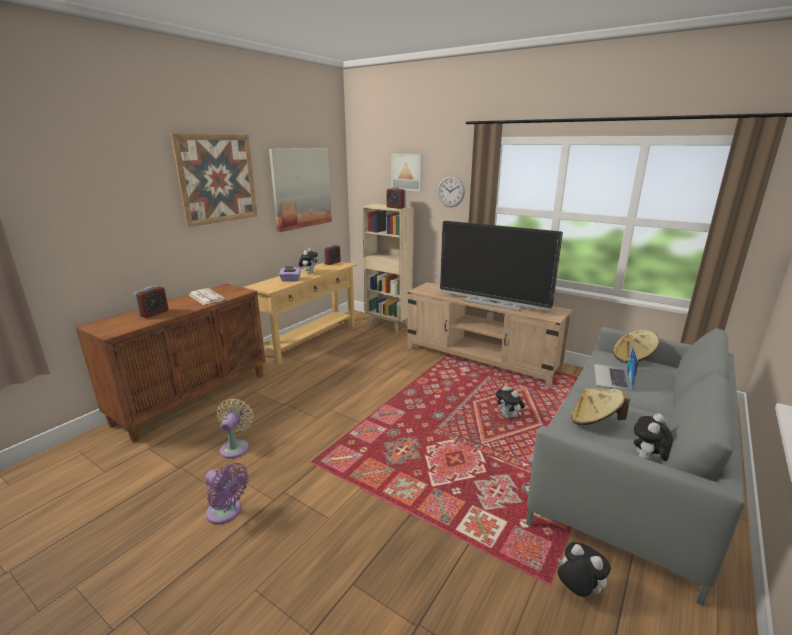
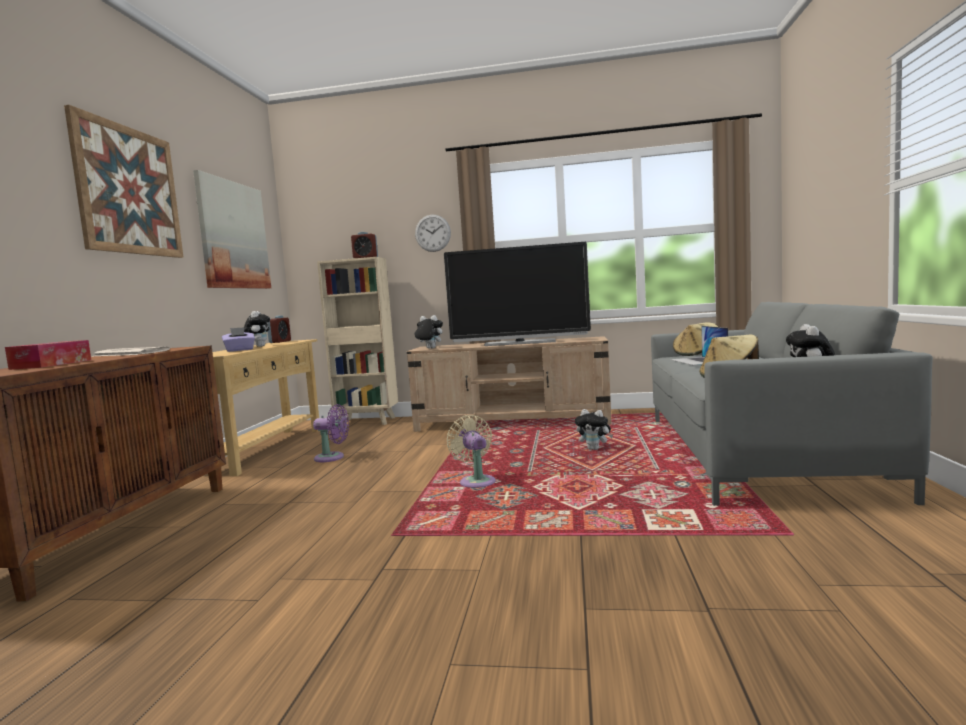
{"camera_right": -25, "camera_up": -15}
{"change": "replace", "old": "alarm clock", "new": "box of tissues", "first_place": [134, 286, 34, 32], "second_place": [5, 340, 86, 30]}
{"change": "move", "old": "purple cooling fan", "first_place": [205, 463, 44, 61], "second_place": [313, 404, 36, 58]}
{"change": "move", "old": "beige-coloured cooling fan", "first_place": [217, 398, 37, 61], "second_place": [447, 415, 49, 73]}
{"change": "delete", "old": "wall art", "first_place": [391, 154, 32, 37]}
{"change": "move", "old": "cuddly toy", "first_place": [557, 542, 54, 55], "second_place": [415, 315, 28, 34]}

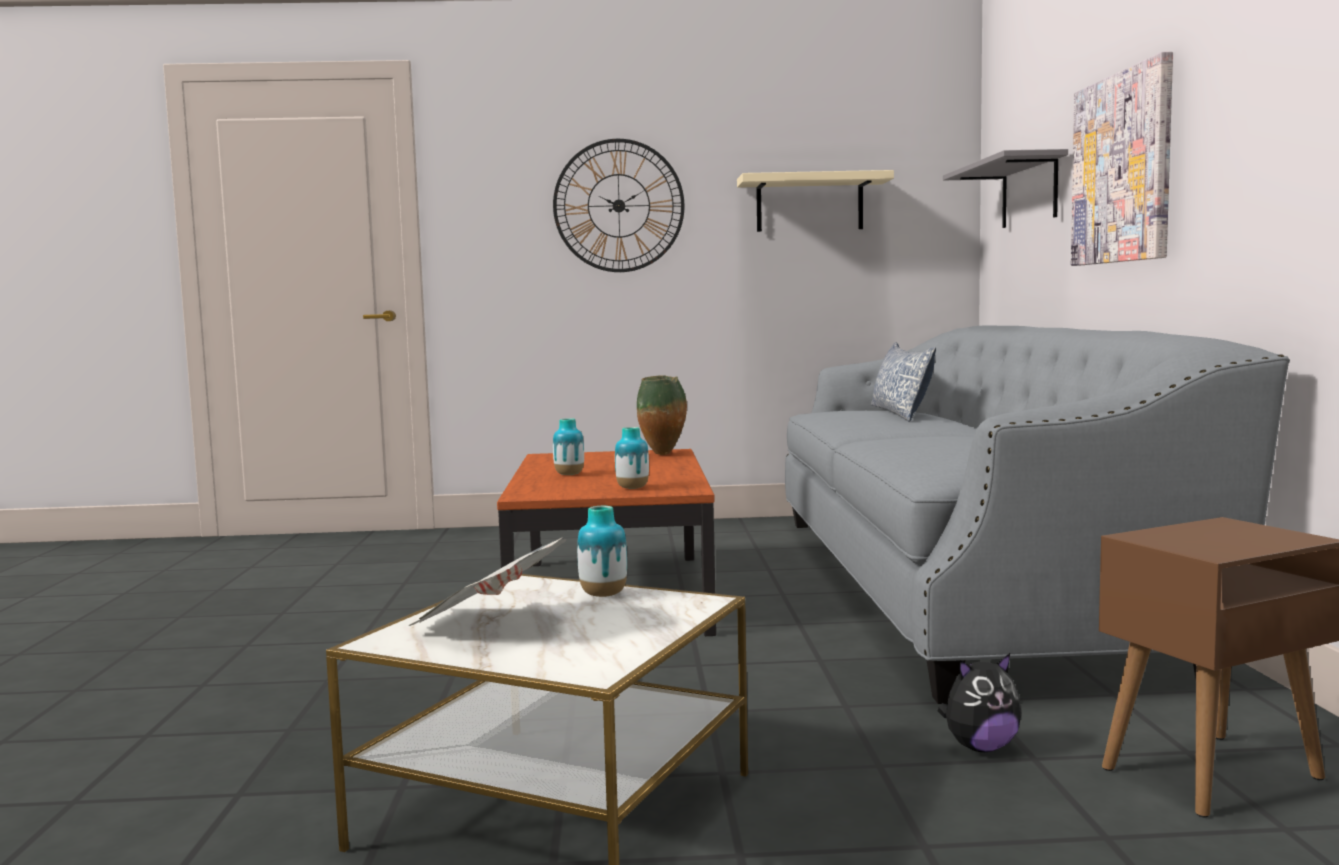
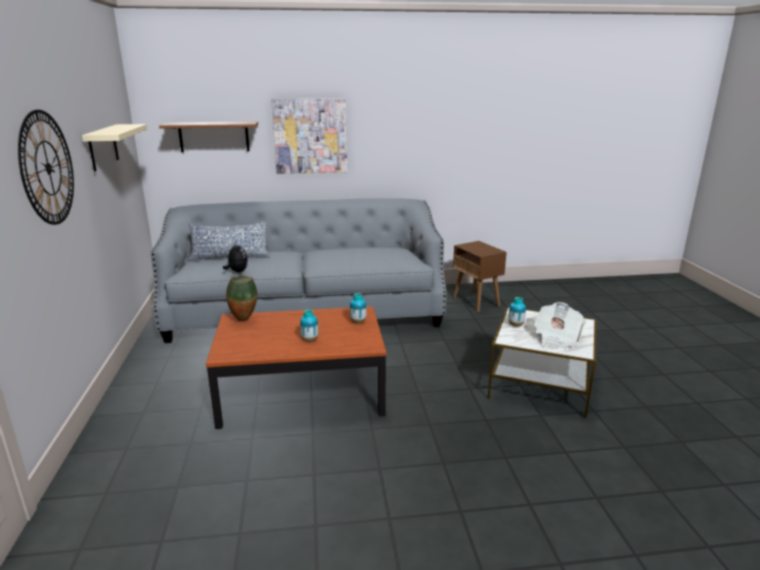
{"camera_right": -95, "camera_up": 15}
{"change": "move", "old": "cuddly toy", "first_place": [938, 653, 84, 99], "second_place": [223, 241, 25, 31]}
{"change": "recolor", "old": "grey shelf", "new": "brown-coloured shelf", "first_place": [943, 149, 125, 79], "second_place": [159, 121, 99, 31]}

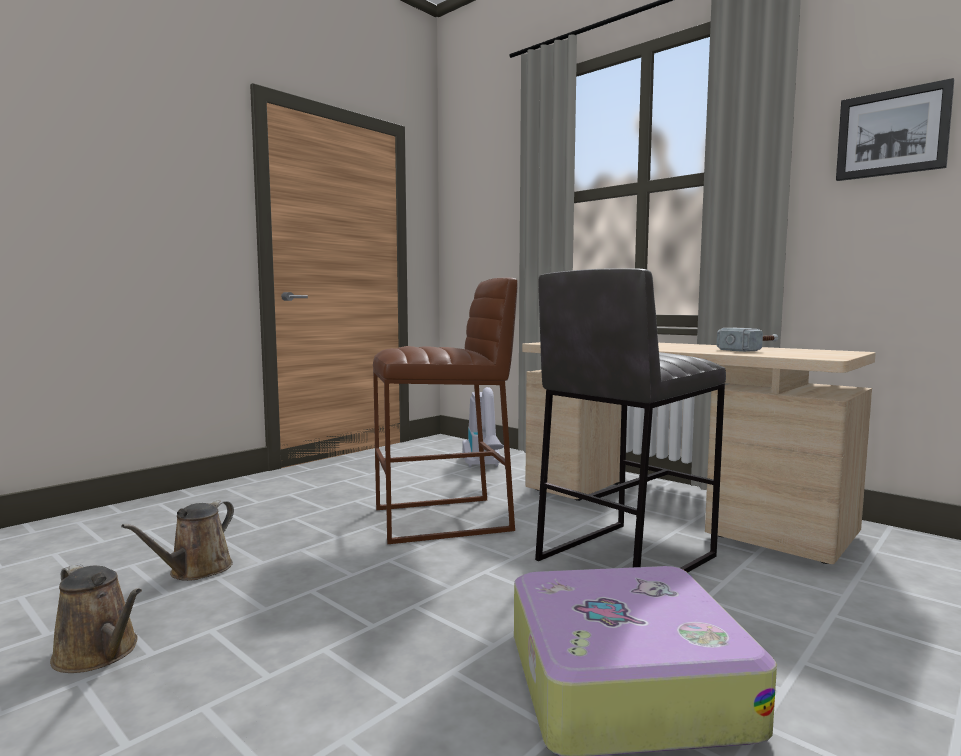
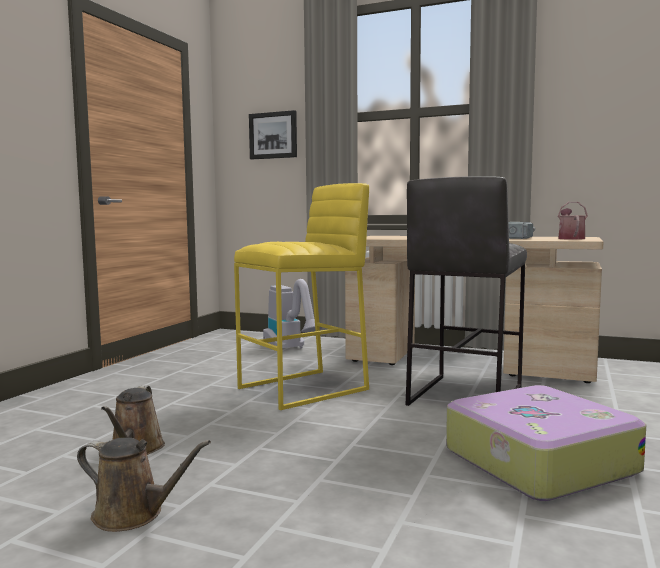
{"camera_right": -20, "camera_up": 0}
{"change": "recolor", "old": "brown-coloured stool seat", "new": "yellowish stool seat", "first_place": [373, 278, 144, 266], "second_place": [234, 183, 135, 227]}
{"change": "move", "old": "wall art", "first_place": [836, 78, 118, 103], "second_place": [249, 110, 48, 49]}
{"change": "insert", "new": "watering pot", "second_place": [558, 202, 30, 38]}

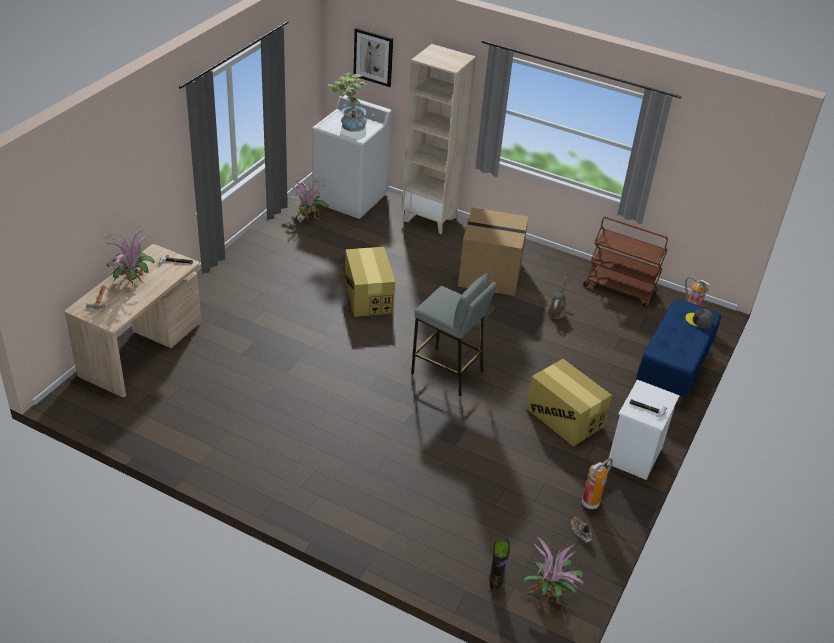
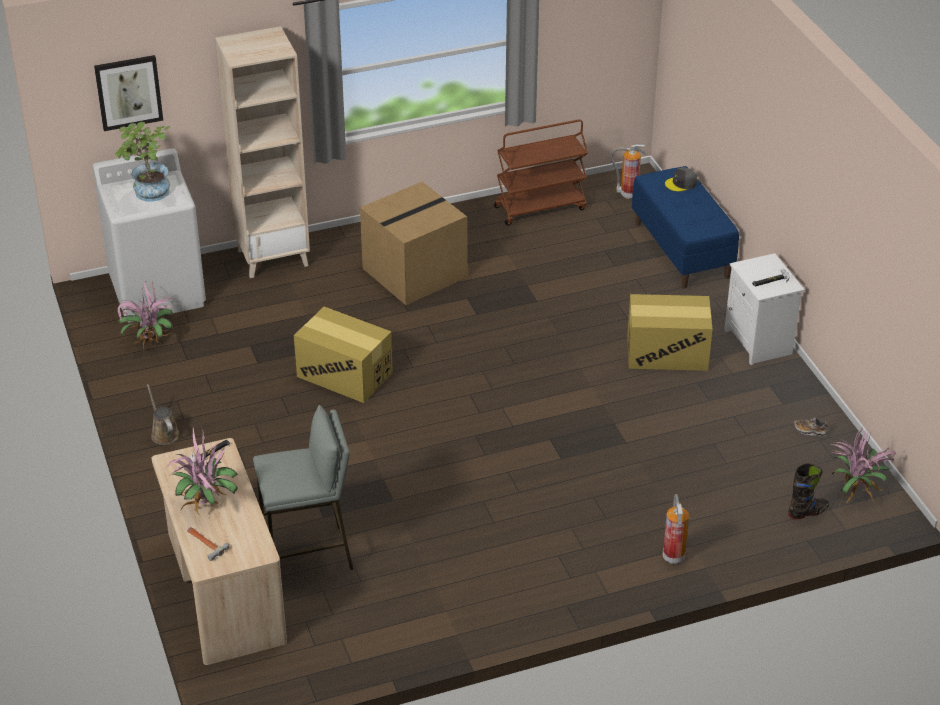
{"camera_right": -45, "camera_up": 0}
{"change": "move", "old": "grey stool seat", "first_place": [411, 273, 86, 124], "second_place": [253, 405, 101, 165]}
{"change": "rotate", "old": "black tall boot", "first_place": [489, 539, 21, 52], "second_place": [788, 463, 41, 56], "degrees": 105}
{"change": "move", "old": "brown-coloured watering pot", "first_place": [546, 276, 21, 43], "second_place": [147, 384, 32, 61]}
{"change": "move", "old": "fire extinguisher", "first_place": [582, 458, 31, 51], "second_place": [663, 494, 27, 70]}

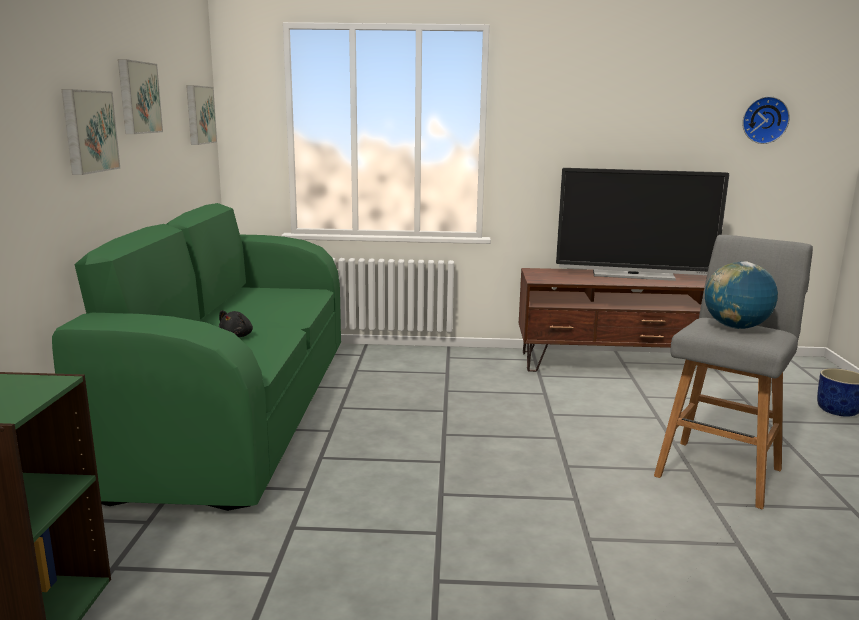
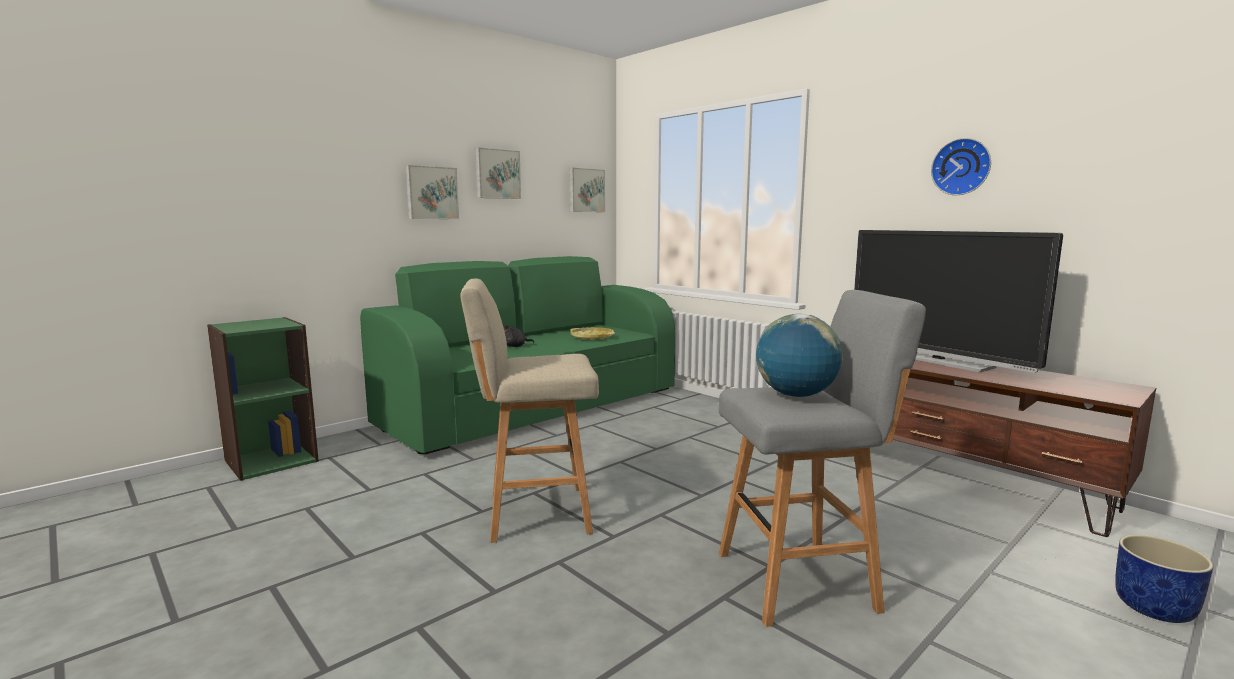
{"camera_right": 45, "camera_up": -5}
{"change": "move", "old": "wall clock", "first_place": [742, 96, 48, 48], "second_place": [931, 138, 60, 57]}
{"change": "insert", "new": "beige-coloured stool seat", "second_place": [460, 279, 139, 264]}
{"change": "insert", "new": "yellowish serving tray", "second_place": [570, 327, 45, 14]}

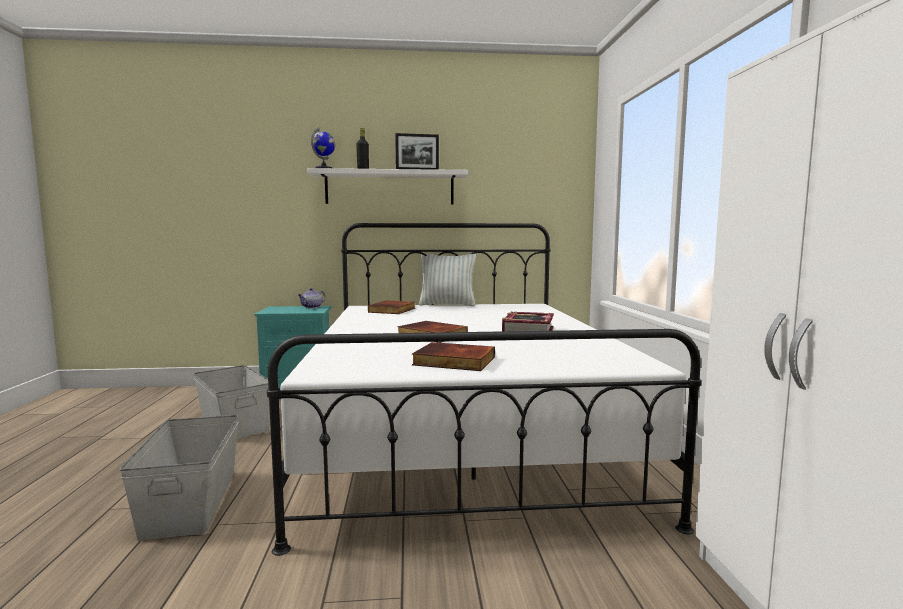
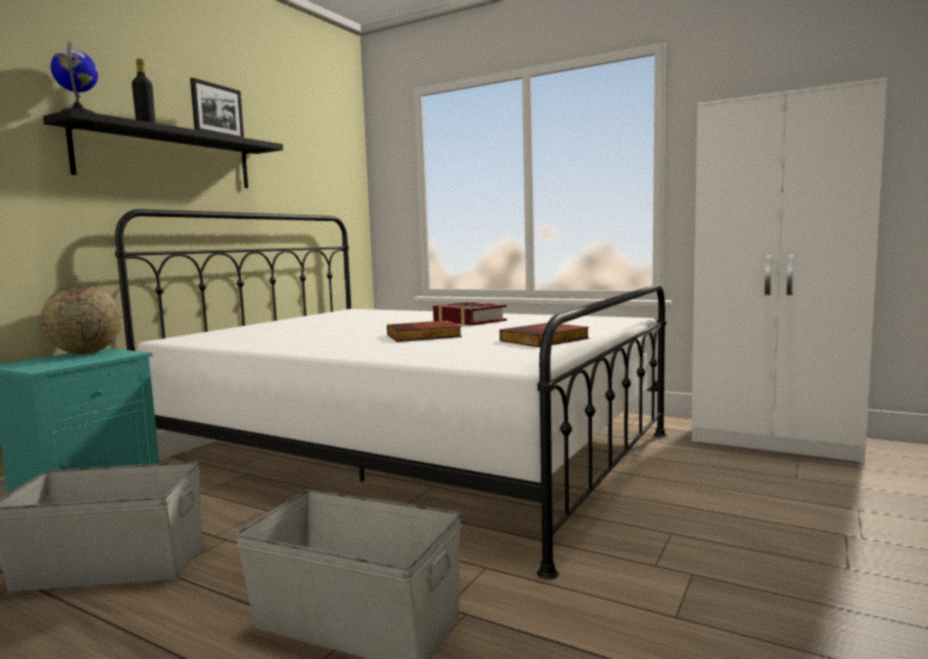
{"camera_right": -55, "camera_up": 0}
{"change": "replace", "old": "tea pot", "new": "world globe", "first_place": [298, 288, 27, 20], "second_place": [41, 285, 81, 69]}
{"change": "recolor", "old": "whitish shelf", "new": "black shelf", "first_place": [307, 168, 161, 37], "second_place": [43, 109, 240, 79]}
{"change": "delete", "old": "volume", "first_place": [368, 301, 47, 13]}
{"change": "delete", "old": "cushion", "first_place": [419, 254, 57, 53]}

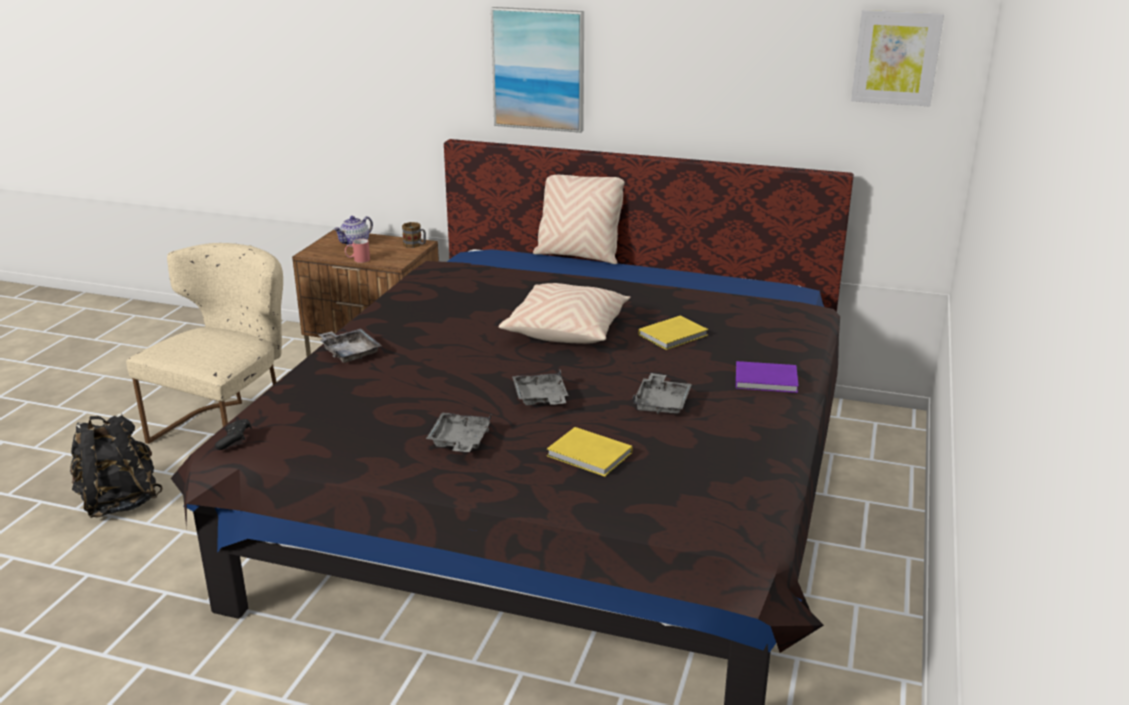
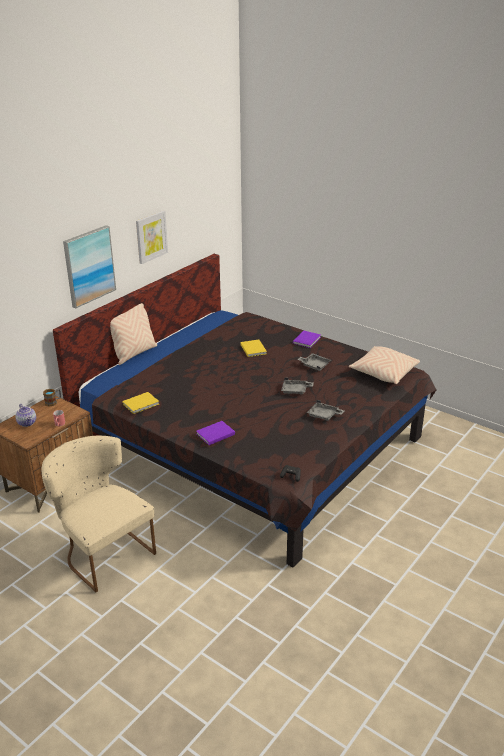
{"camera_right": -70, "camera_up": 5}
{"change": "delete", "old": "black backpack", "first_place": [70, 413, 93, 105]}
{"change": "replace", "old": "grey serving tray", "new": "purple volume", "first_place": [318, 328, 64, 35], "second_place": [196, 421, 39, 24]}
{"change": "move", "old": "beige-coloured cushion", "first_place": [498, 283, 132, 61], "second_place": [349, 346, 71, 38]}
{"change": "move", "old": "yellowish volume", "first_place": [547, 427, 85, 50], "second_place": [122, 392, 37, 22]}
{"change": "move", "old": "wall art", "first_place": [851, 10, 93, 97], "second_place": [136, 211, 32, 53]}

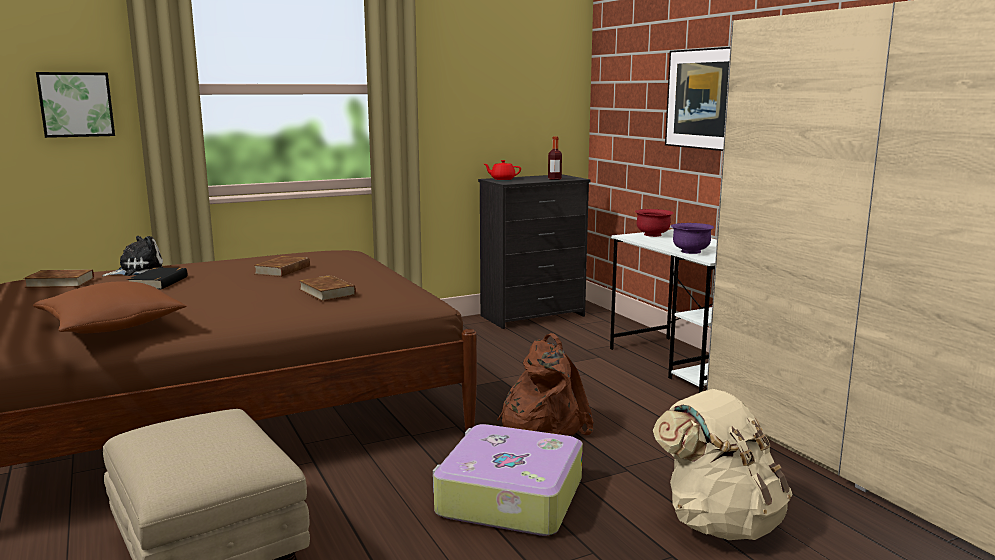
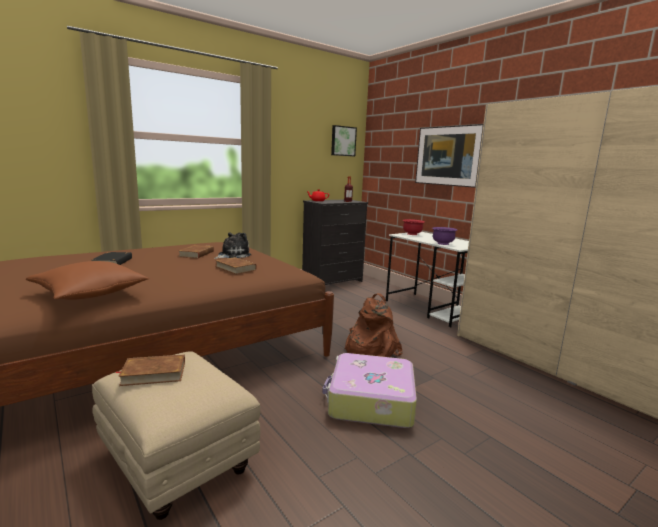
{"camera_right": -10, "camera_up": 0}
{"change": "move", "old": "brown-coloured volume", "first_place": [23, 269, 71, 19], "second_place": [116, 354, 69, 32]}
{"change": "move", "old": "wall art", "first_place": [36, 72, 79, 66], "second_place": [331, 125, 26, 31]}
{"change": "move", "old": "cuddly toy", "first_place": [103, 236, 61, 40], "second_place": [214, 232, 37, 27]}
{"change": "delete", "old": "beige-coloured backpack", "first_place": [653, 389, 139, 151]}

